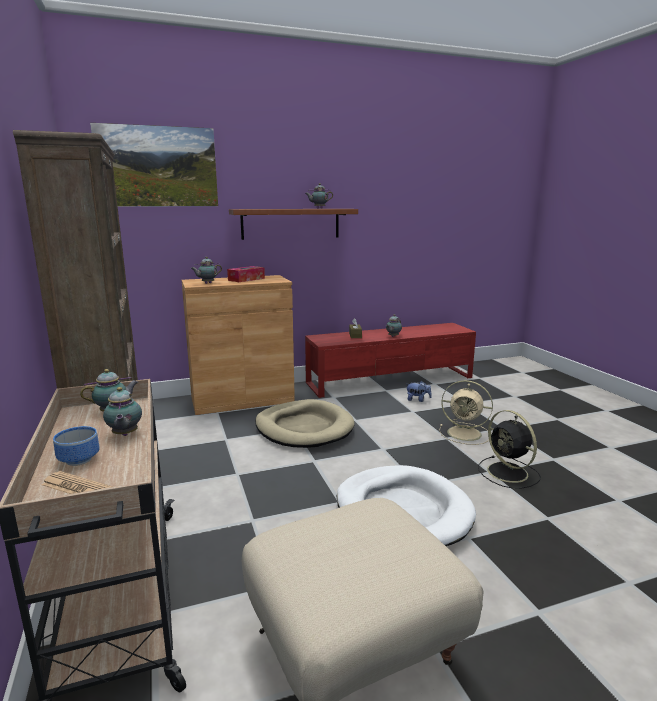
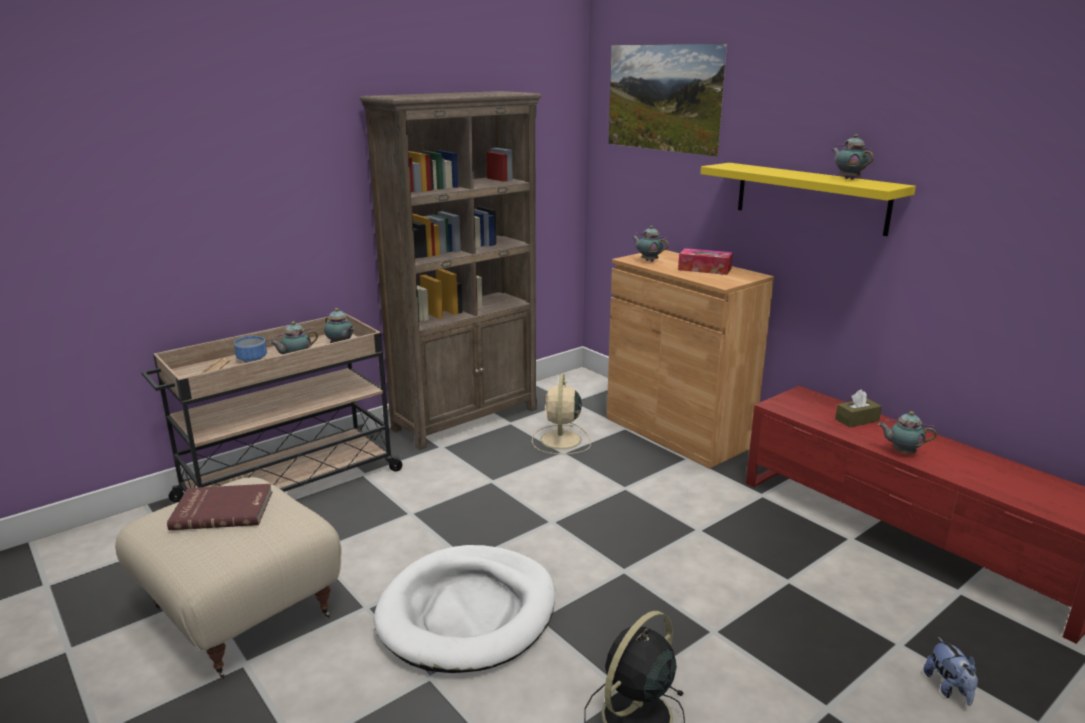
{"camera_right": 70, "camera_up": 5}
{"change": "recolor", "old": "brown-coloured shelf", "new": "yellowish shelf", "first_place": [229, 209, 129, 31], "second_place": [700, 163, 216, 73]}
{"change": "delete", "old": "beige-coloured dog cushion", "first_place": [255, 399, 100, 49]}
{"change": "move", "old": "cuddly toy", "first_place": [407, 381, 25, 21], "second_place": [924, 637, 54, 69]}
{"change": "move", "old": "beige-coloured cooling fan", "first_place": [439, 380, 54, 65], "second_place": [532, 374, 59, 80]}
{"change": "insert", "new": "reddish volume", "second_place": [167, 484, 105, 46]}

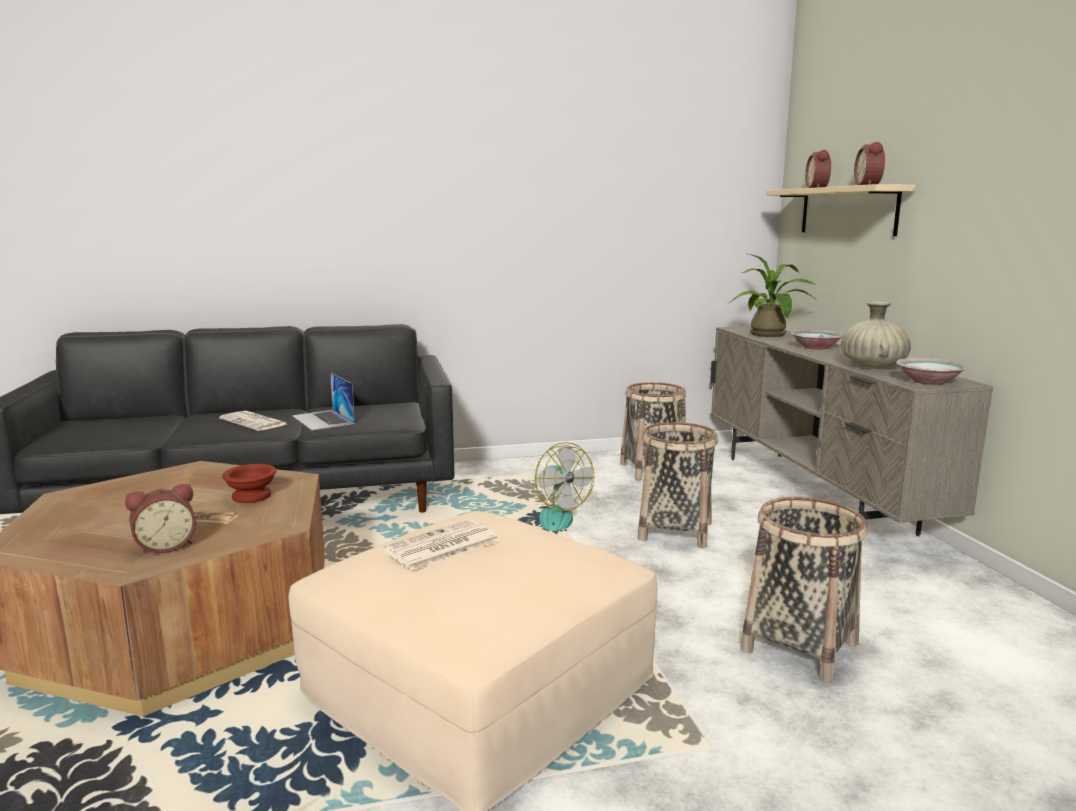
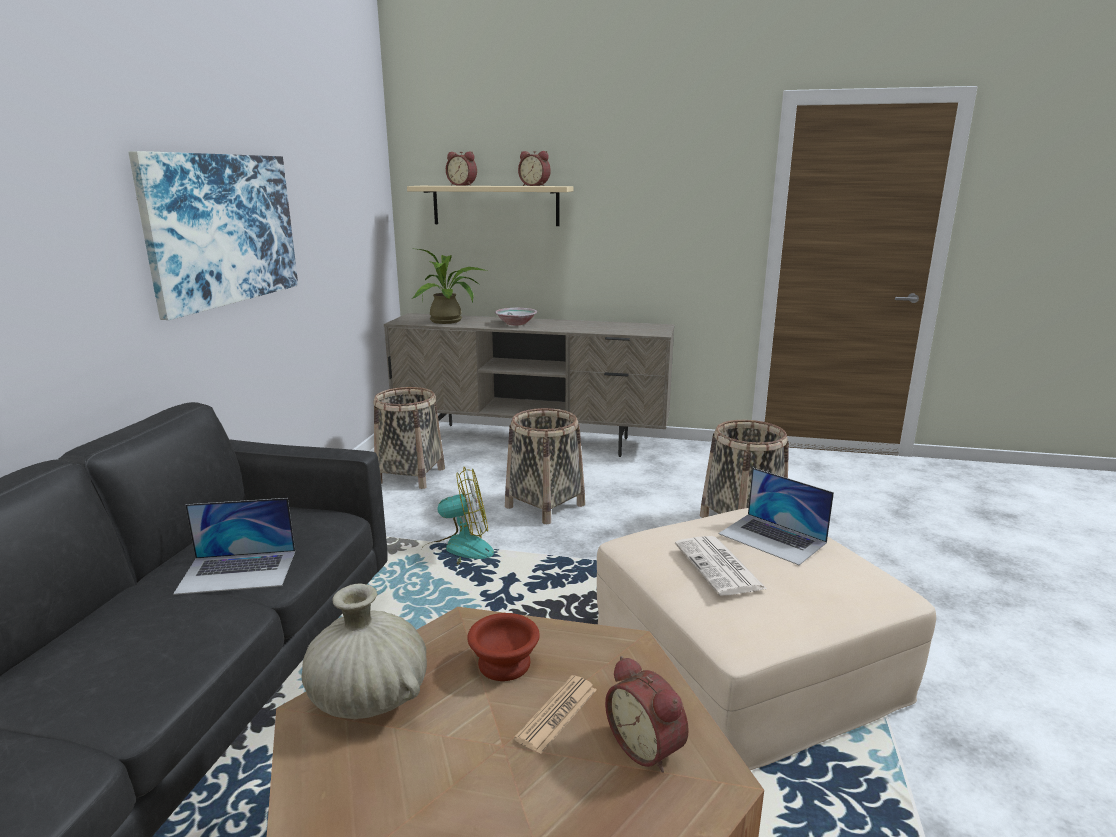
{"camera_right": -65, "camera_up": 5}
{"change": "rotate", "old": "alarm clock", "first_place": [125, 484, 71, 70], "second_place": [605, 656, 84, 117], "degrees": 150}
{"change": "delete", "old": "printed paper", "first_place": [219, 410, 67, 21]}
{"change": "move", "old": "beige-coloured flower vase", "first_place": [841, 301, 70, 68], "second_place": [302, 583, 125, 136]}
{"change": "delete", "old": "deep dish", "first_place": [896, 358, 71, 27]}
{"change": "insert", "new": "wall art", "second_place": [128, 151, 170, 169]}
{"change": "insert", "new": "portable computer", "second_place": [718, 468, 116, 97]}

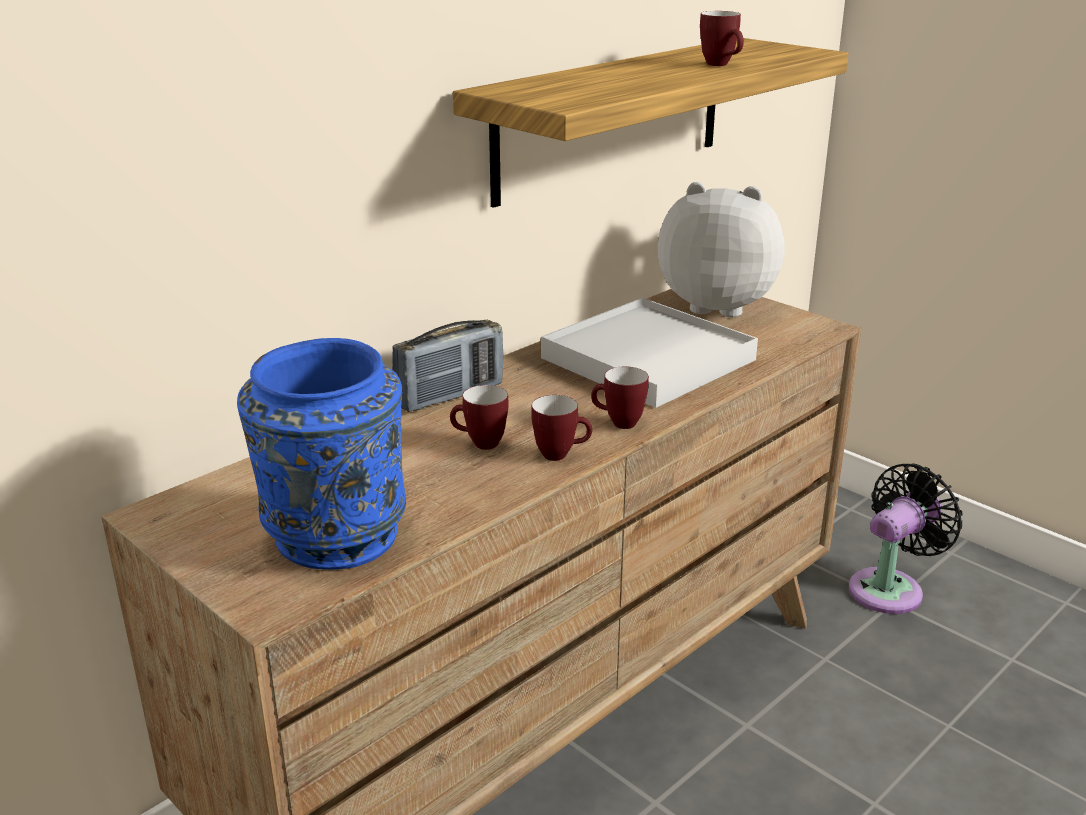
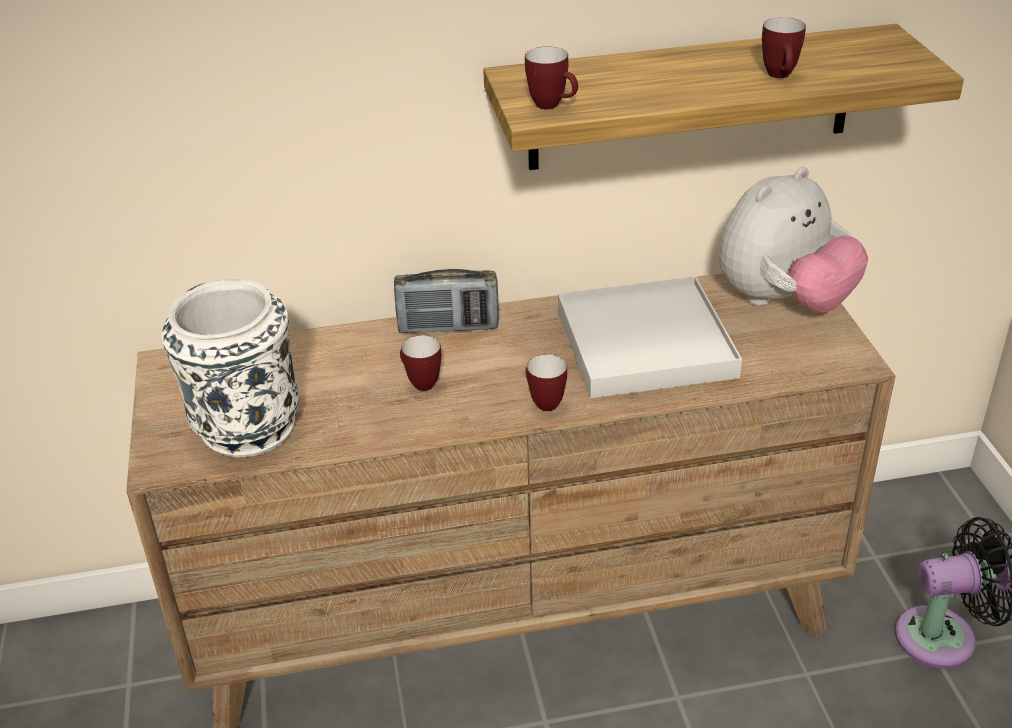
{"camera_right": 35, "camera_up": 10}
{"change": "recolor", "old": "blue flower vase", "new": "whitish flower vase", "first_place": [237, 338, 169, 232], "second_place": [161, 279, 139, 178]}
{"change": "move", "old": "coffee mug", "first_place": [531, 395, 61, 66], "second_place": [525, 47, 53, 62]}
{"change": "rotate", "old": "cuddly toy", "first_place": [658, 182, 126, 135], "second_place": [719, 167, 149, 146], "degrees": 90}

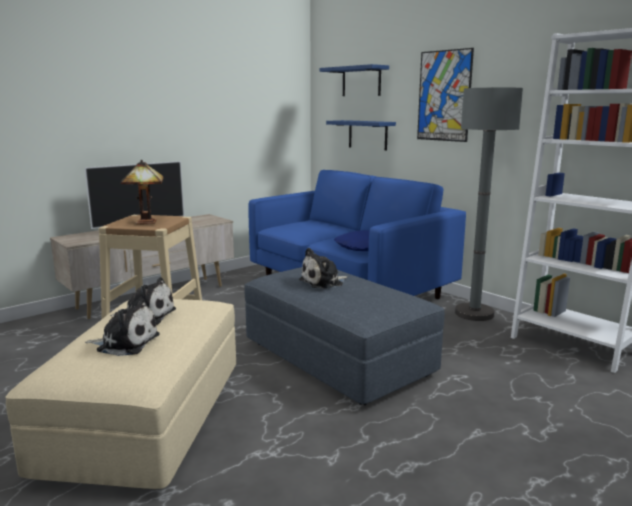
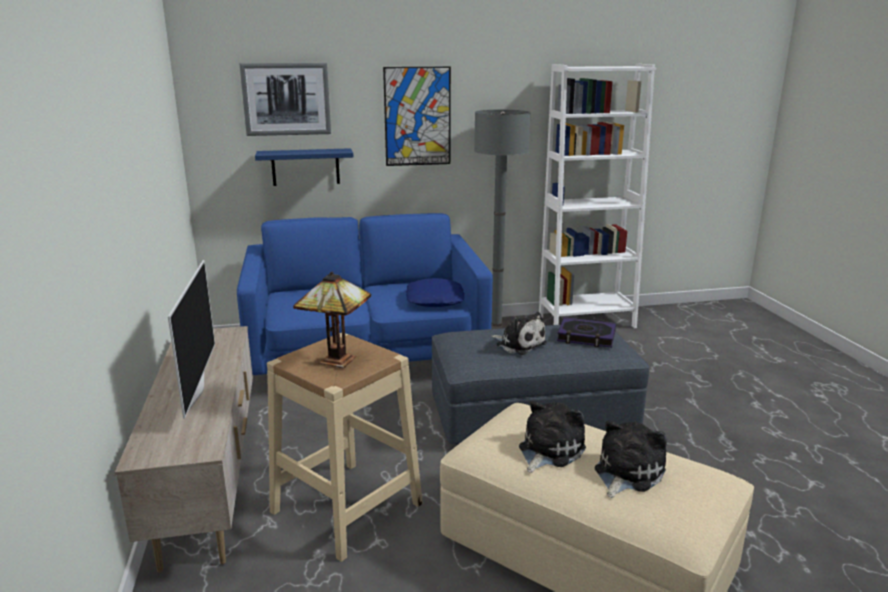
{"camera_right": -60, "camera_up": 5}
{"change": "rotate", "old": "cuddly toy", "first_place": [299, 248, 49, 41], "second_place": [491, 312, 56, 43], "degrees": -45}
{"change": "replace", "old": "blue shelf", "new": "wall art", "first_place": [320, 64, 69, 32], "second_place": [239, 63, 92, 73]}
{"change": "insert", "new": "volume", "second_place": [557, 317, 59, 31]}

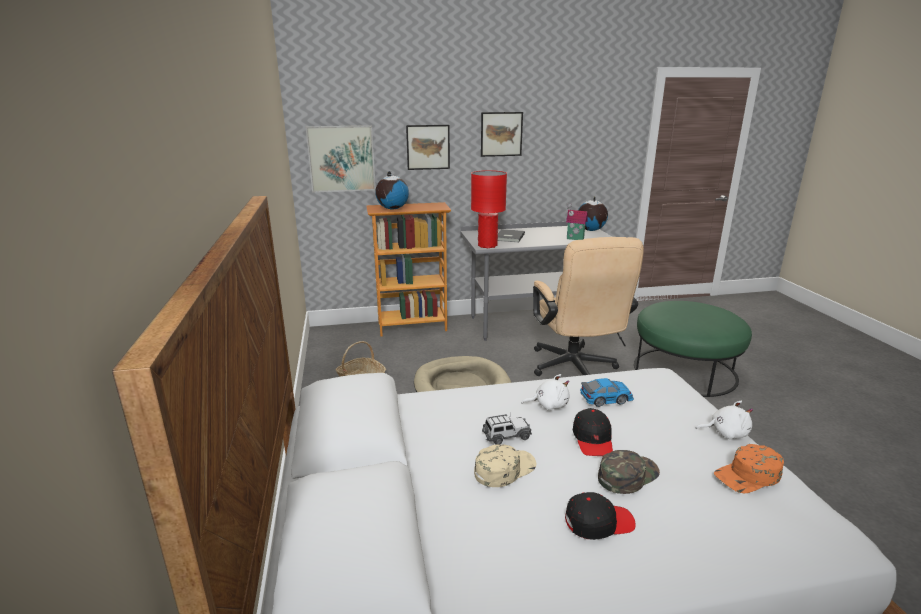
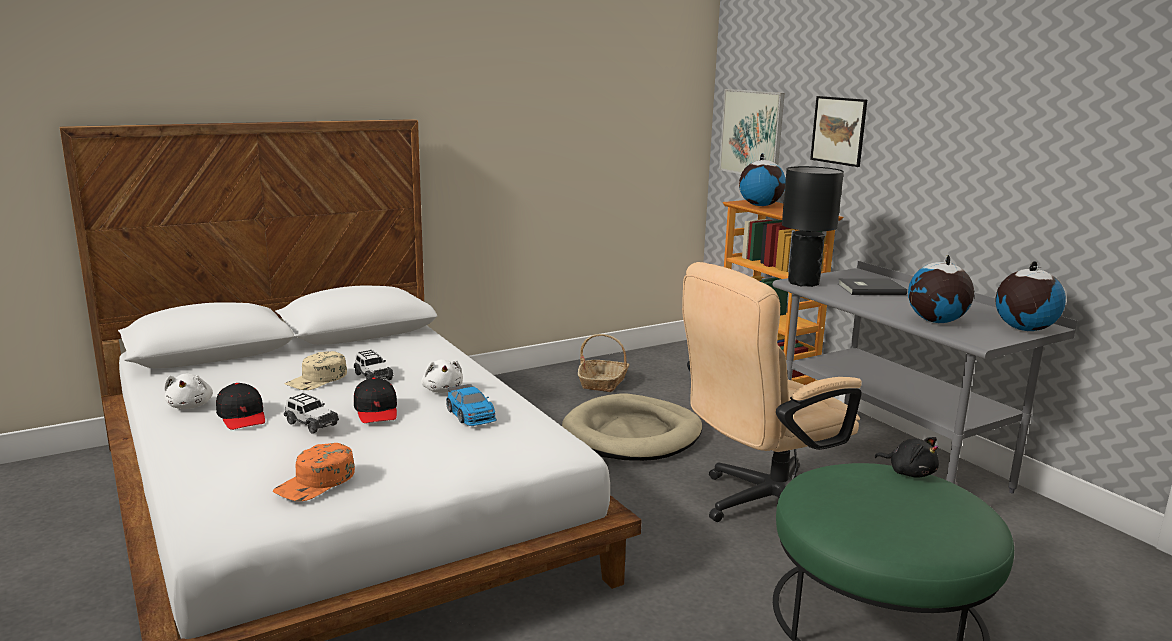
{"camera_right": 70, "camera_up": -5}
{"change": "recolor", "old": "reddish tabletop lamp", "new": "black tabletop lamp", "first_place": [471, 170, 36, 78], "second_place": [782, 166, 62, 121]}
{"change": "rotate", "old": "beige-coloured peaked cap", "first_place": [474, 444, 63, 43], "second_place": [285, 351, 62, 39], "degrees": 90}
{"change": "delete", "old": "wall art", "first_place": [481, 112, 42, 45]}
{"change": "replace", "old": "miniature house", "new": "world globe", "first_place": [566, 204, 22, 36], "second_place": [908, 255, 66, 68]}
{"change": "rotate", "old": "black peaked cap", "first_place": [573, 408, 40, 48], "second_place": [354, 377, 43, 46], "degrees": -90}
{"change": "replace", "old": "greenish peaked cap", "new": "model car", "first_place": [598, 450, 62, 44], "second_place": [284, 393, 55, 41]}
{"change": "move", "old": "whitish cuddly toy", "first_place": [695, 401, 58, 38], "second_place": [164, 374, 49, 35]}
{"change": "rotate", "old": "orange peaked cap", "first_place": [714, 444, 70, 49], "second_place": [273, 443, 82, 58], "degrees": -105}
{"change": "insert", "new": "black cuddly toy", "second_place": [875, 437, 64, 41]}

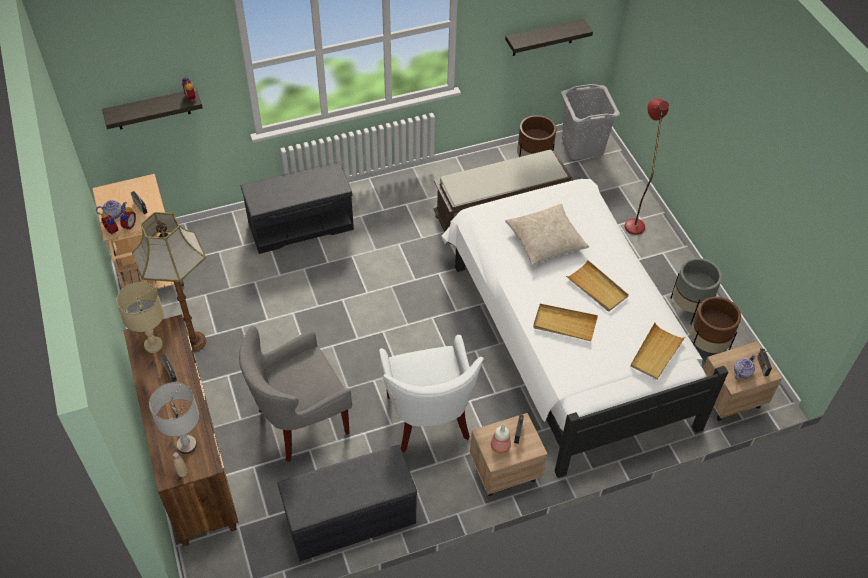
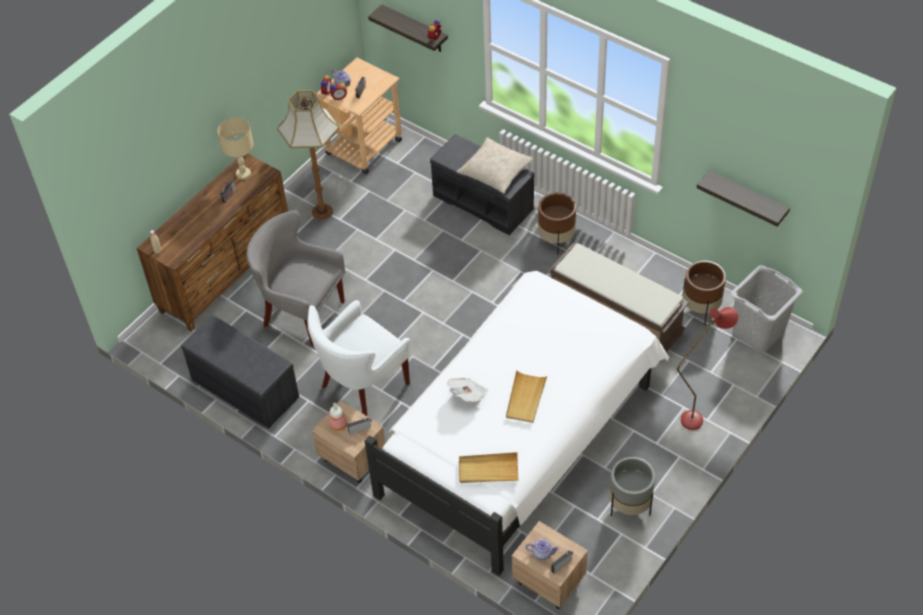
{"camera_right": 60, "camera_up": 0}
{"change": "delete", "old": "grey tabletop lamp", "first_place": [149, 382, 50, 72]}
{"change": "move", "old": "beige-coloured cushion", "first_place": [505, 204, 84, 62], "second_place": [456, 137, 78, 56]}
{"change": "replace", "old": "beige-coloured serving tray", "new": "printed paper", "first_place": [533, 304, 65, 37], "second_place": [447, 378, 41, 24]}
{"change": "move", "old": "brown-coloured plant pot", "first_place": [690, 297, 51, 56], "second_place": [538, 193, 38, 54]}

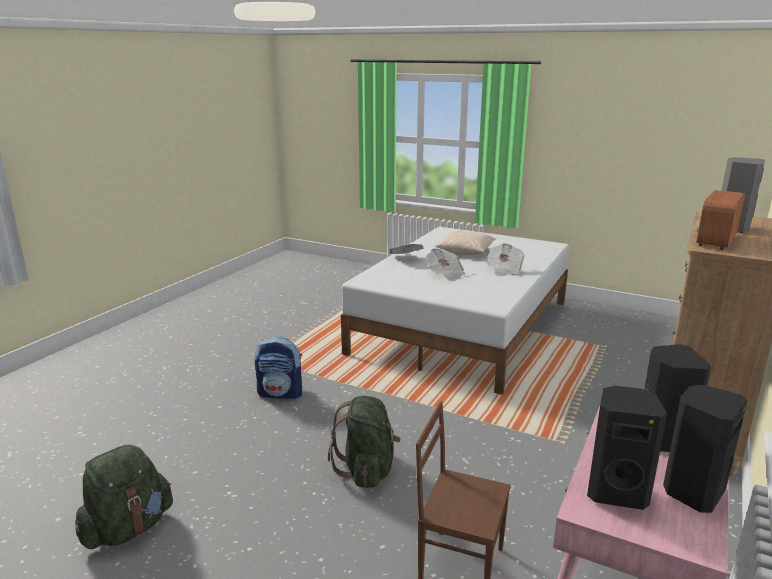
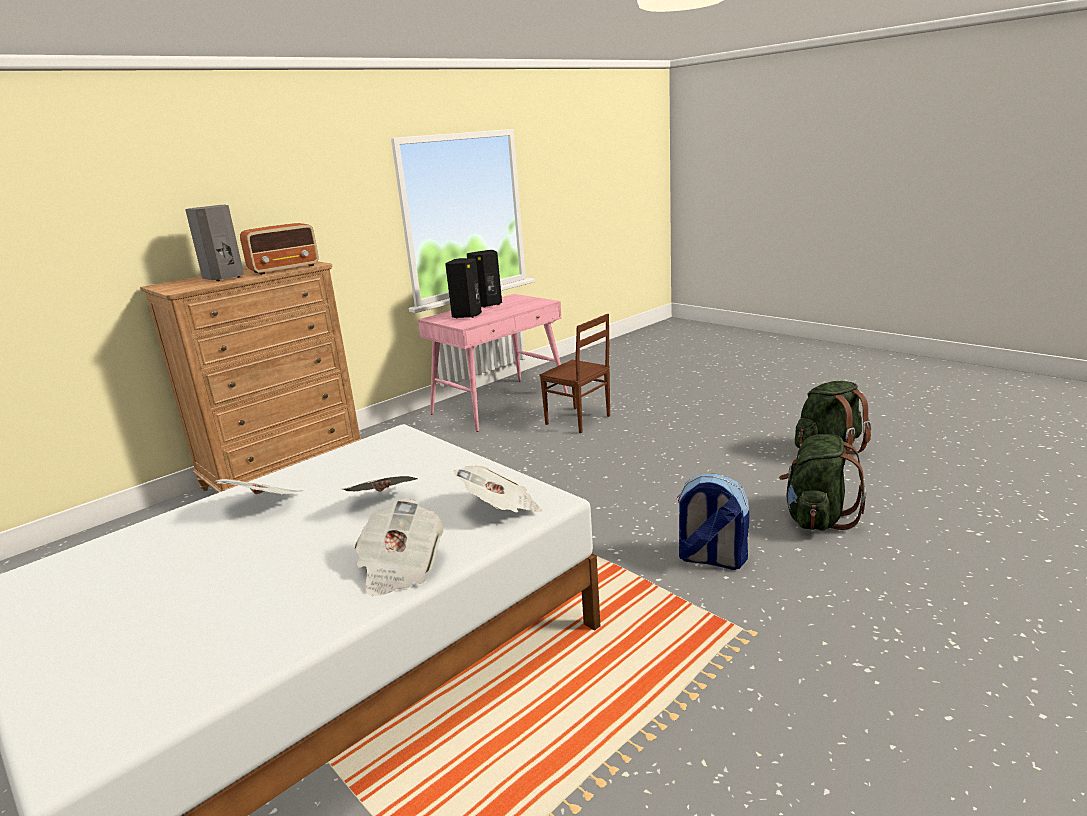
{"camera_right": -160, "camera_up": 0}
{"change": "move", "old": "greenish backpack", "first_place": [328, 396, 73, 92], "second_place": [779, 434, 88, 97]}
{"change": "delete", "old": "beige-coloured cushion", "first_place": [435, 230, 61, 25]}
{"change": "delete", "old": "black audio speaker", "first_place": [587, 386, 80, 124]}
{"change": "insert", "new": "printed paper", "second_place": [454, 466, 88, 47]}

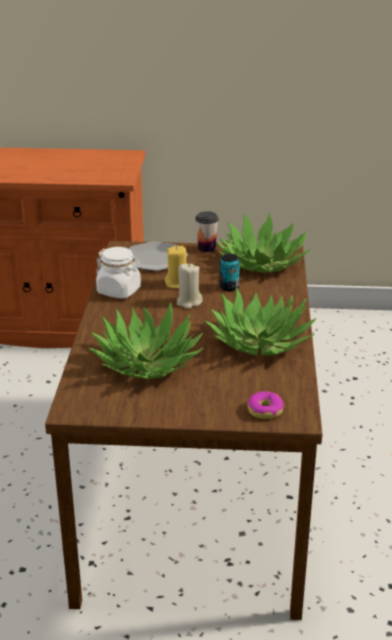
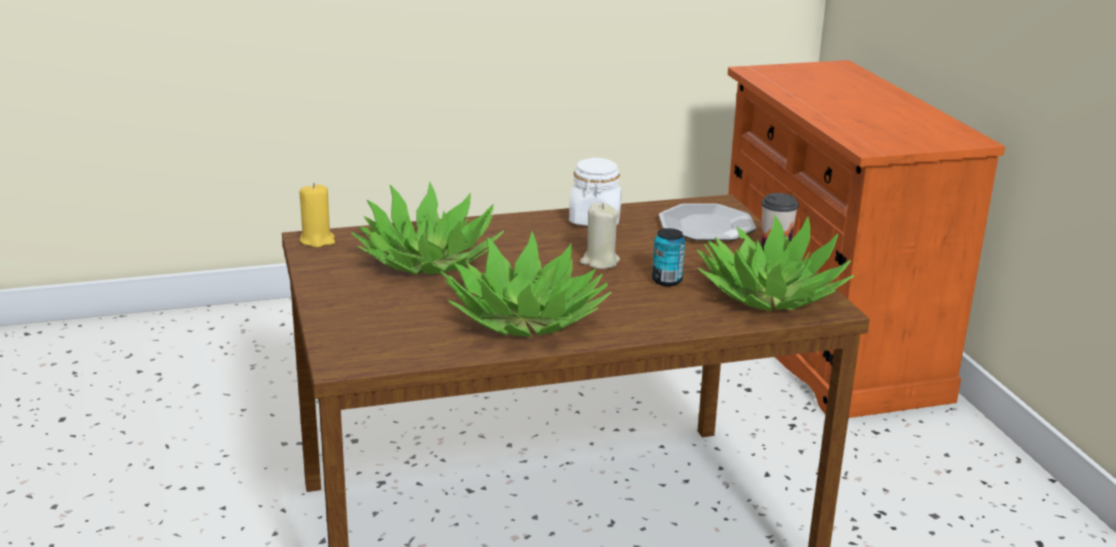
{"camera_right": 70, "camera_up": -5}
{"change": "move", "old": "yellowish candle", "first_place": [165, 246, 22, 43], "second_place": [300, 183, 35, 64]}
{"change": "delete", "old": "doughnut", "first_place": [247, 391, 36, 28]}

